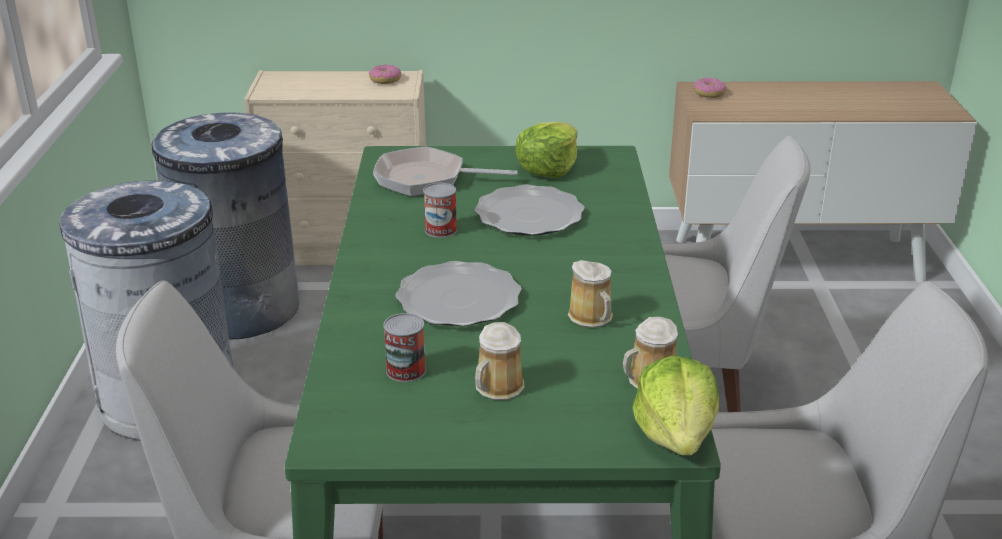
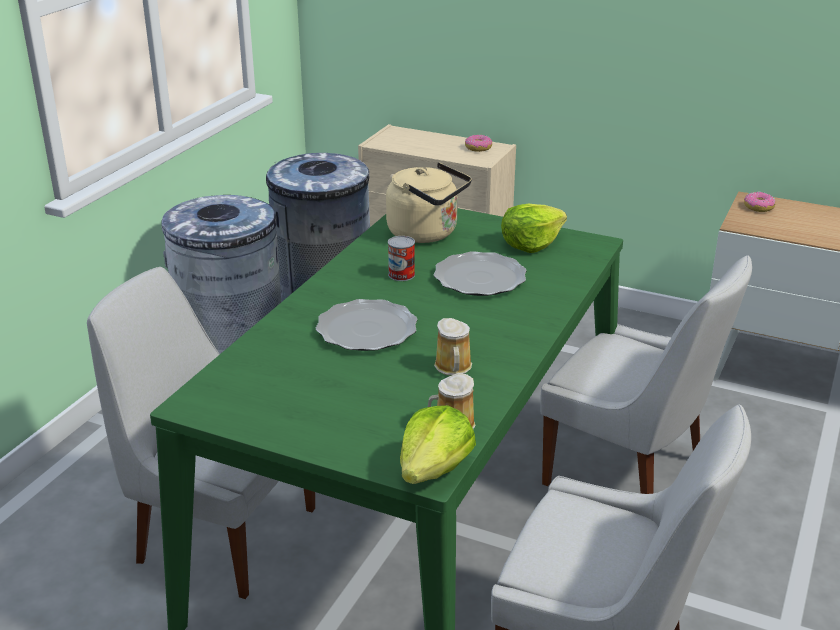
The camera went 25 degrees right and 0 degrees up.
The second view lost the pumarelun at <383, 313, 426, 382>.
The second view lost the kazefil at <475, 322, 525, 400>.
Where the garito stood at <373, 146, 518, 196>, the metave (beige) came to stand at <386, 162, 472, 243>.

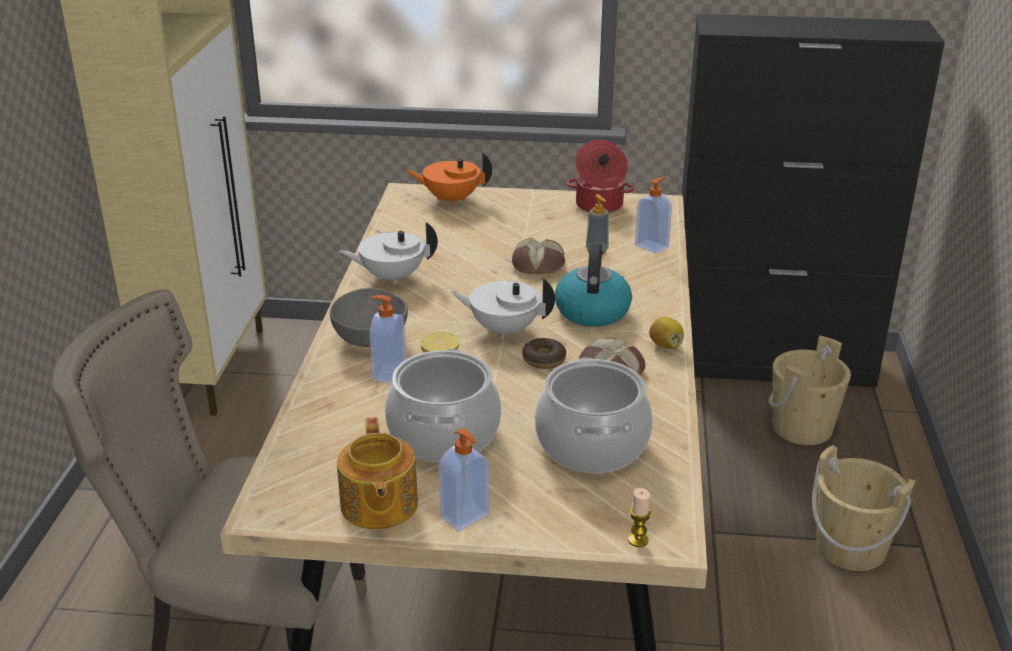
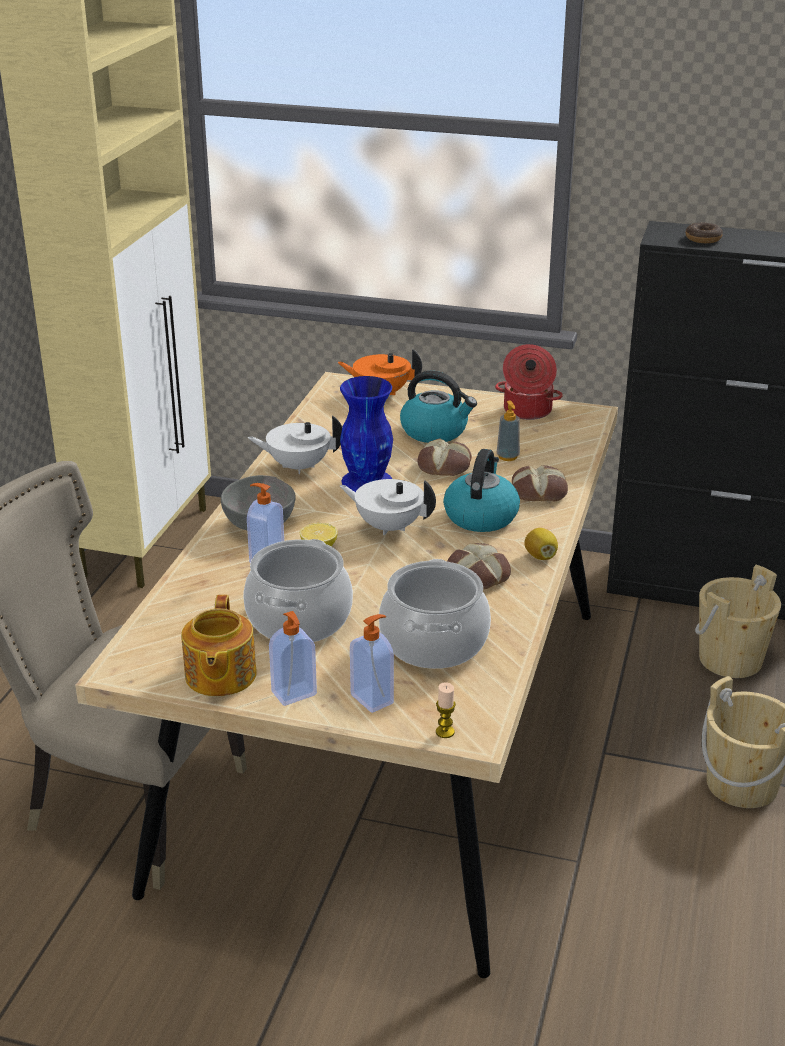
The camera went 10 degrees right and 0 degrees up.
The second view gained the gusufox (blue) at <340, 376, 393, 492>.
The second view gained the metave at <400, 371, 477, 443>.
The second view gained the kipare at <512, 465, 568, 502>.
The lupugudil ended up elsewhere, having gone from <522, 338, 566, 369> to <686, 222, 723, 243>.
The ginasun ended up elsewhere, having gone from <635, 177, 672, 254> to <350, 614, 394, 713>.

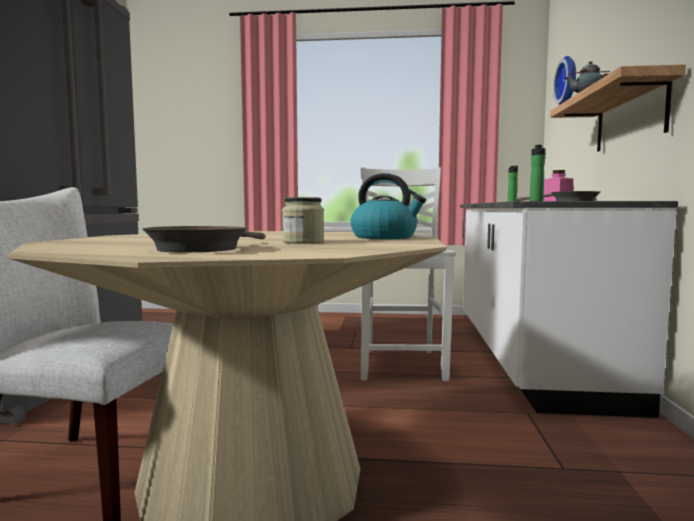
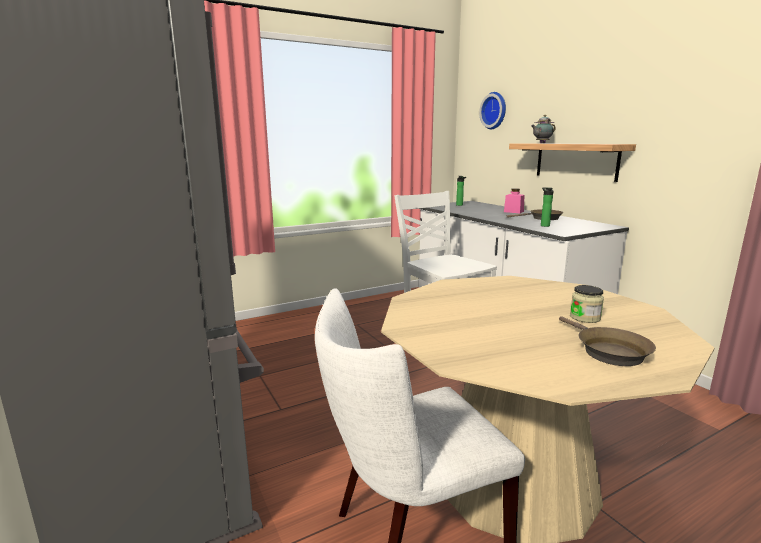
The camera went 35 degrees left and 10 degrees up.
The second view lost the metave at <350, 173, 426, 239>.

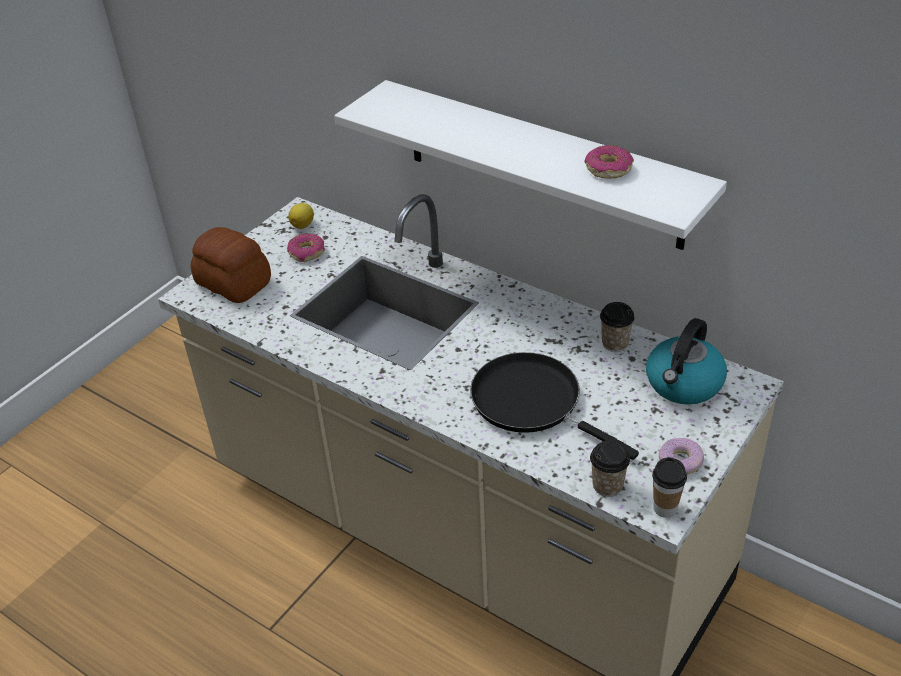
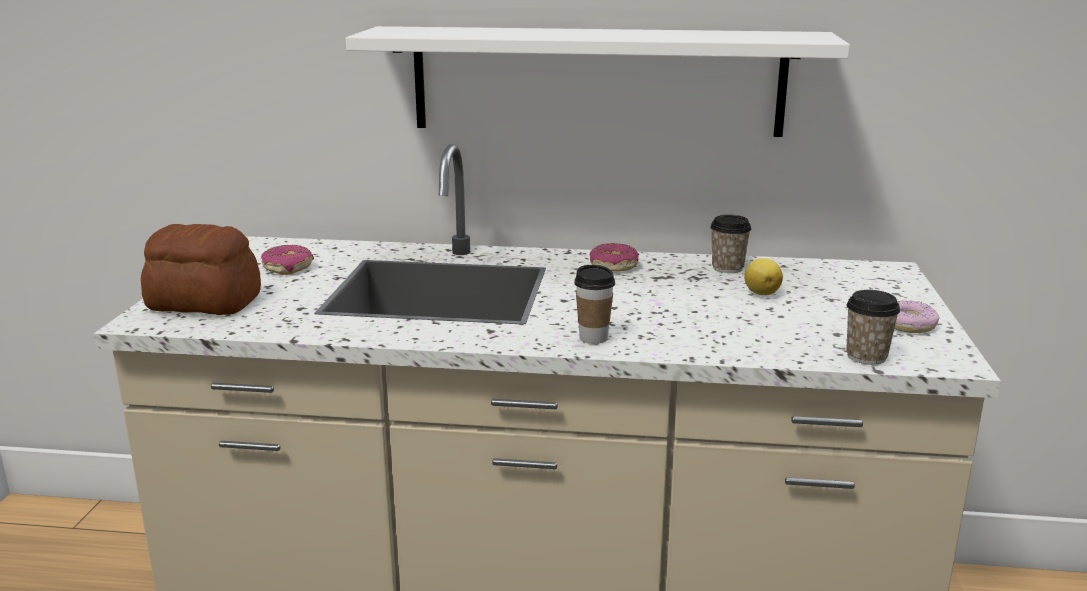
The camera went 30 degrees left and 20 degrees down.
The second view lost the garito (black) at <470, 352, 639, 460>.
The second view lost the metave at <646, 318, 727, 405>.
The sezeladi ended up elsewhere, having gone from <288, 203, 314, 229> to <744, 258, 783, 295>.
The lupugudil ended up elsewhere, having gone from <584, 145, 634, 179> to <589, 243, 639, 272>.
The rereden ended up elsewhere, having gone from <652, 457, 687, 518> to <574, 265, 615, 344>.

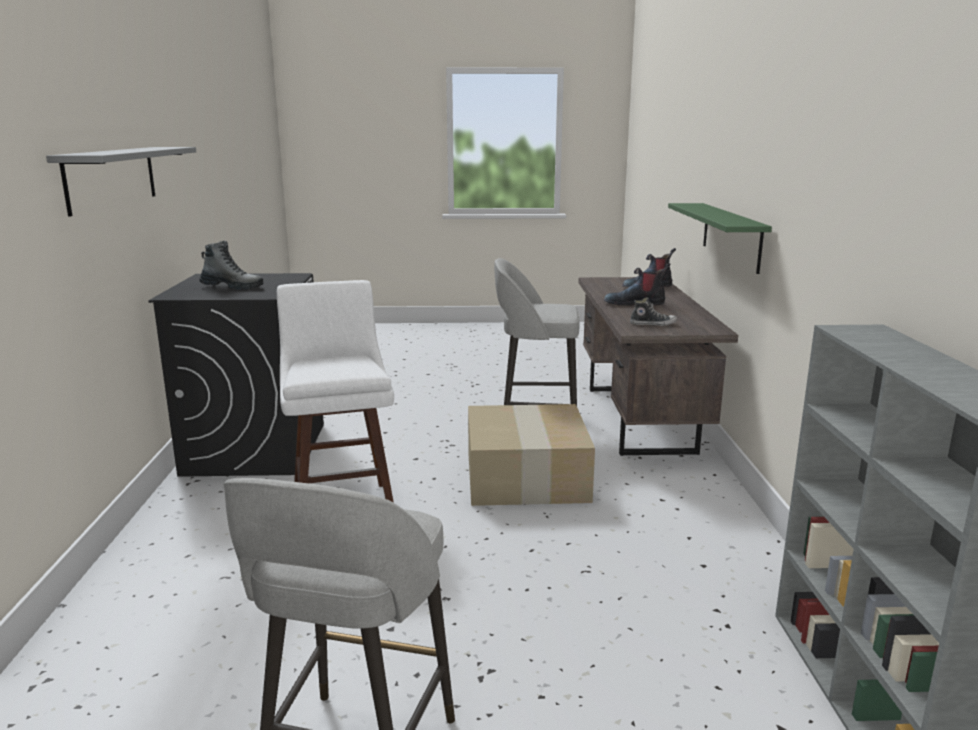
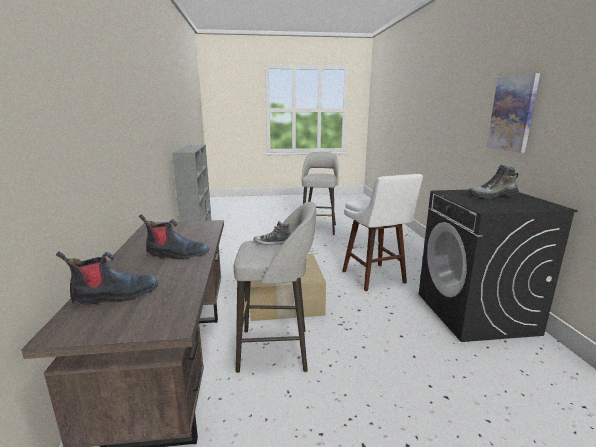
The camera went 175 degrees right and 0 degrees up.
The second view lost the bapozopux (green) at <668, 203, 772, 274>.
The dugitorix ended up elsewhere, having gone from <630, 297, 678, 326> to <253, 221, 291, 246>.
Where the bapozopux (grey) hung at <46, 147, 196, 217>, the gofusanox came to hang at <487, 73, 540, 153>.

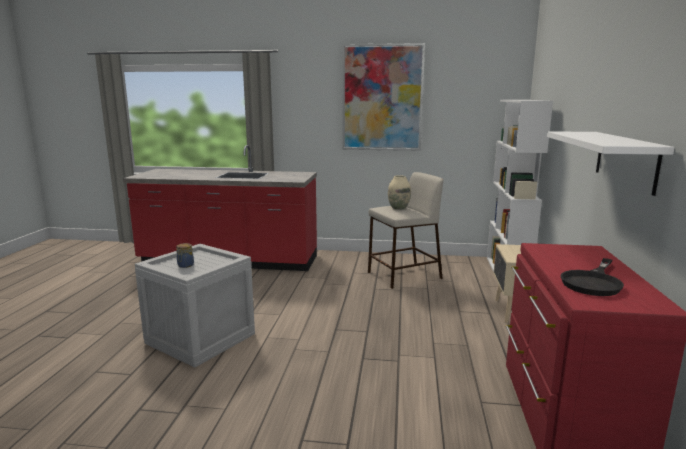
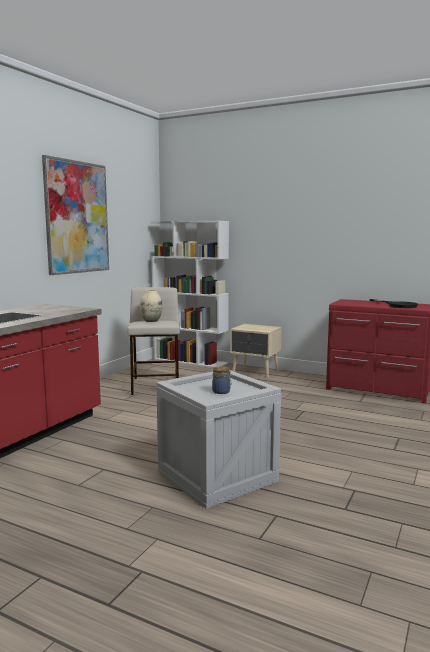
The camera went 70 degrees left and 5 degrees down.
The second view lost the bapozopux (white) at <547, 131, 674, 196>.

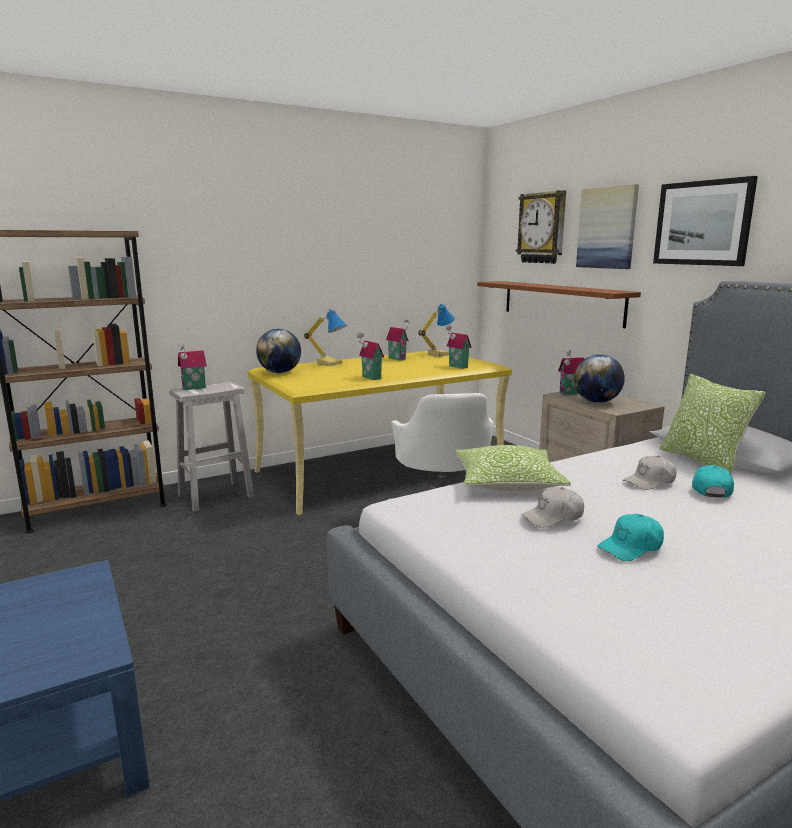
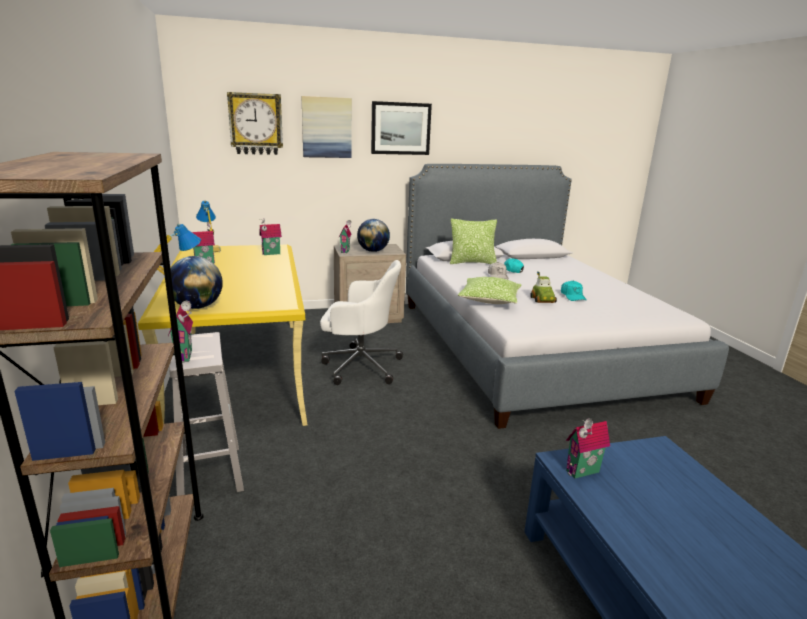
The camera went 75 degrees left and 5 degrees up.
The second view lost the bapozopux (brown) at <477, 281, 641, 328>.
The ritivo ended up elsewhere, having gone from <357, 332, 384, 380> to <566, 418, 610, 479>.
Where the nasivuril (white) stood at <521, 487, 584, 528>, the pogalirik came to stand at <530, 271, 557, 303>.

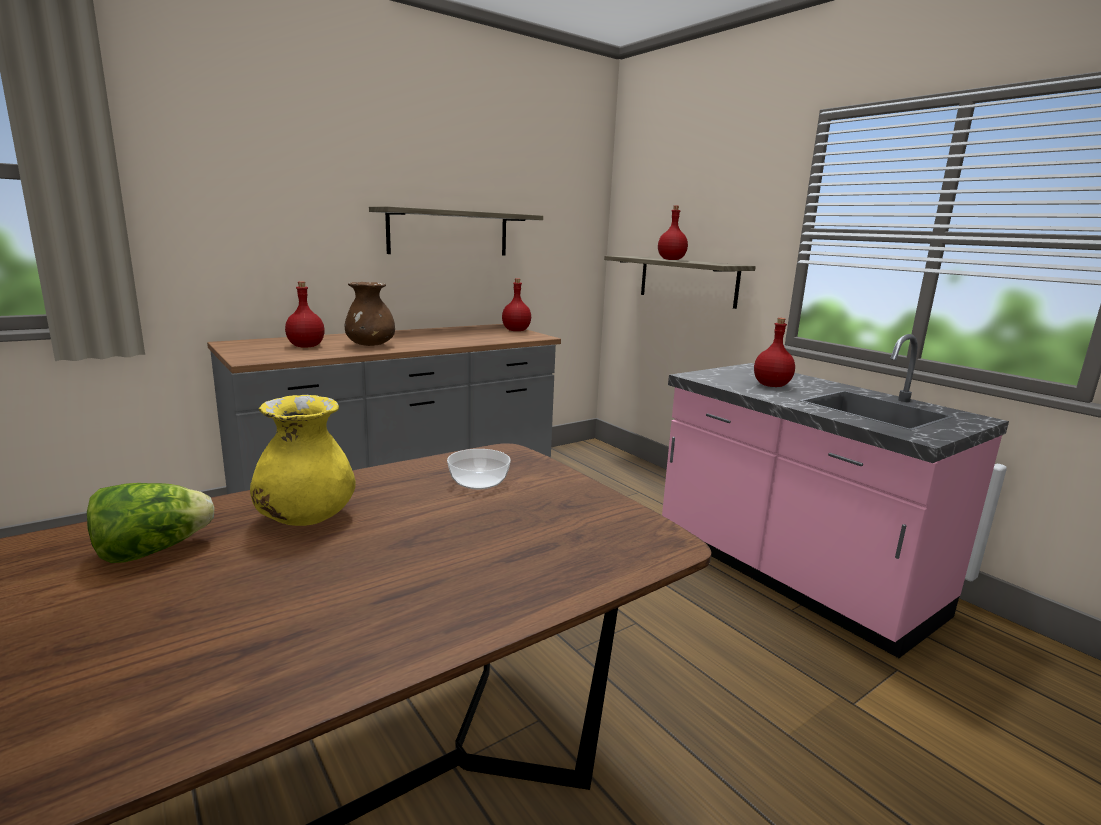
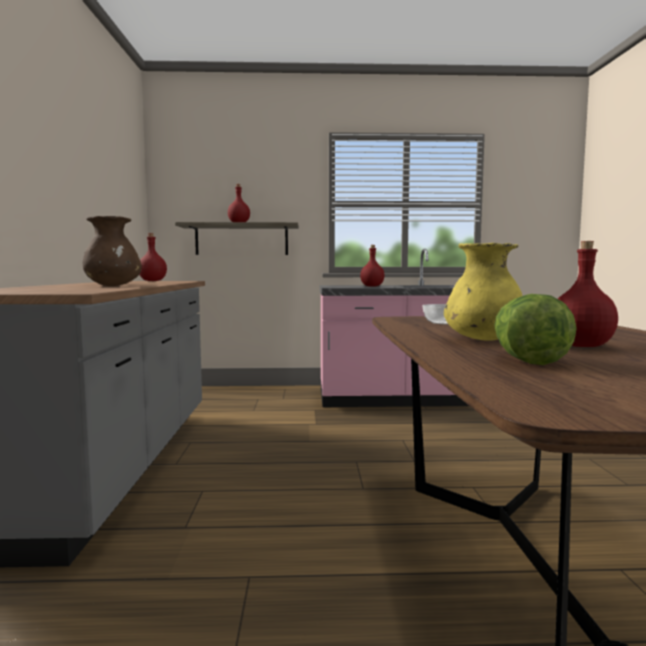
The camera went 55 degrees left and 10 degrees down.
The second view lost the bapozopux at <369, 206, 543, 256>.
The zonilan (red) ended up elsewhere, having gone from <285, 282, 325, 347> to <558, 241, 618, 347>.

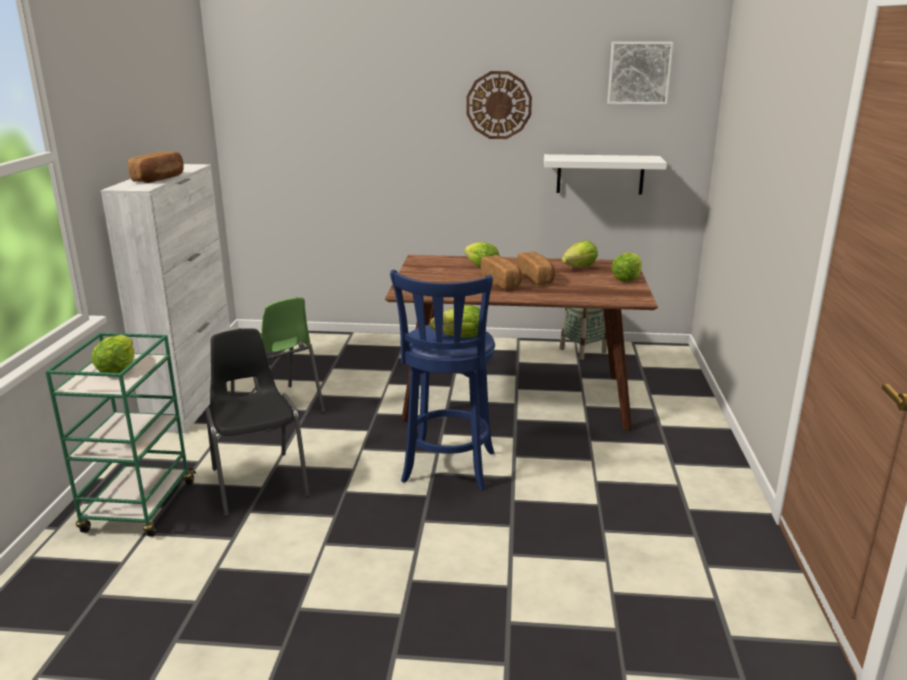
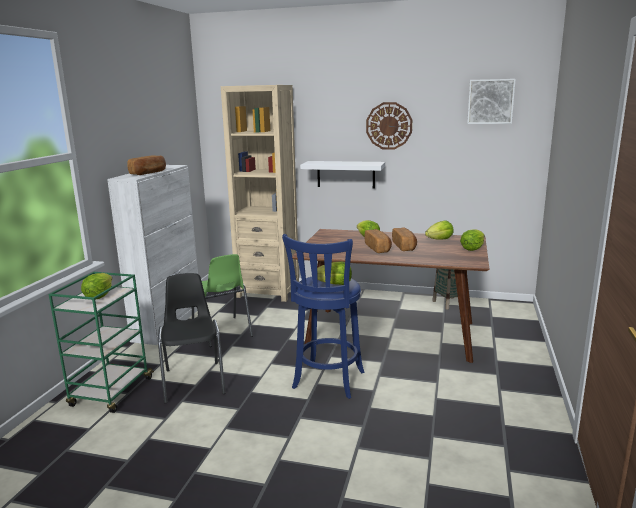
The camera went 10 degrees right and 5 degrees down.
The second view gained the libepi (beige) at <221, 85, 299, 302>.
The bapozopux (white) ended up elsewhere, having gone from <544, 154, 667, 195> to <300, 161, 385, 189>.

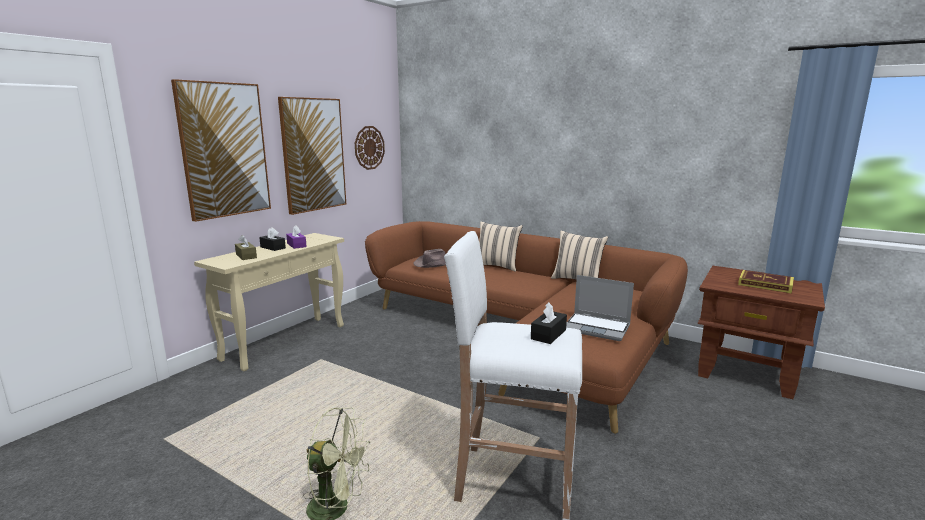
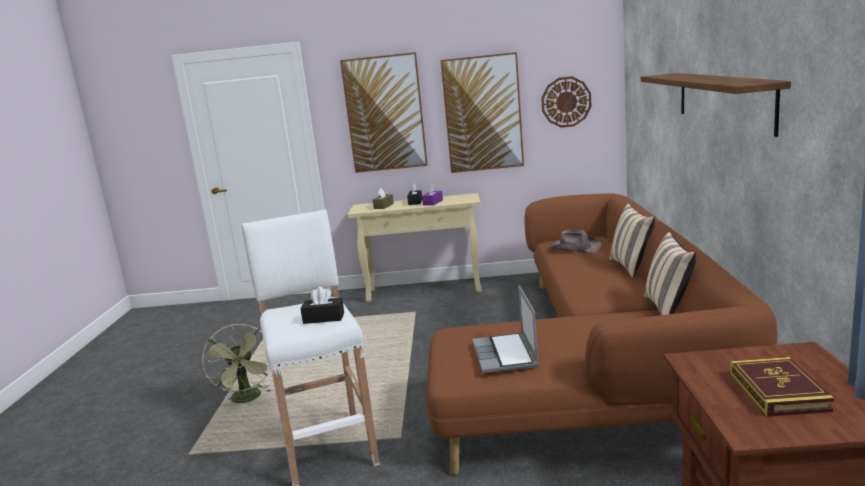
The camera went 60 degrees right and 0 degrees up.
The second view gained the bapozopux at <641, 73, 791, 137>.

